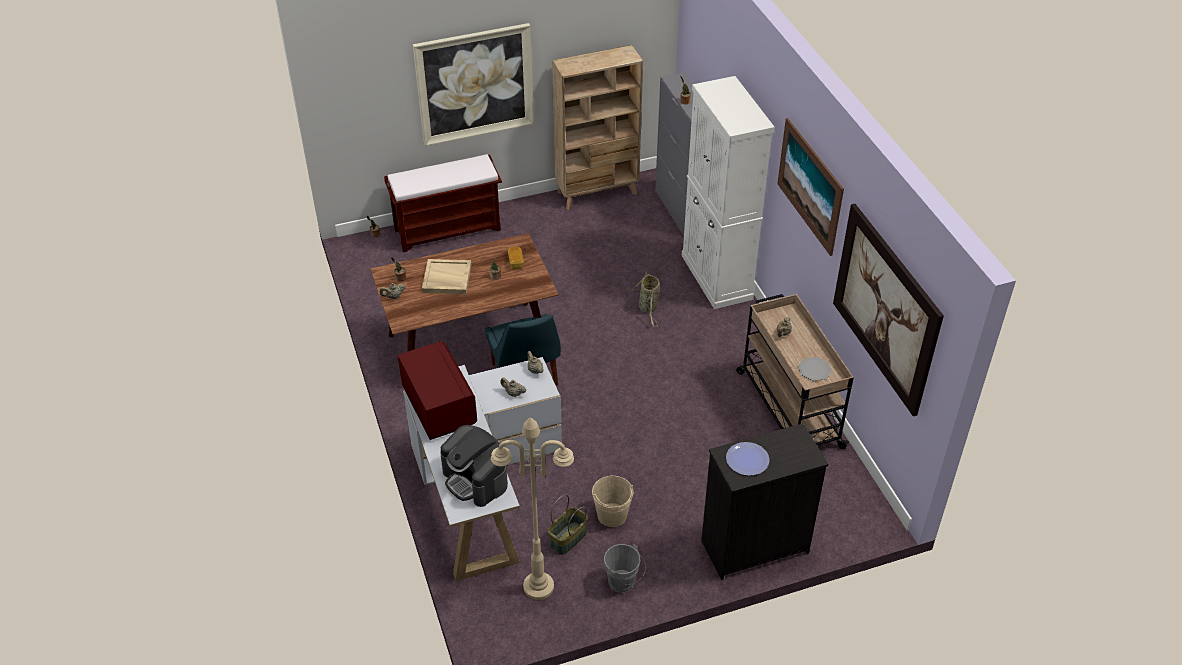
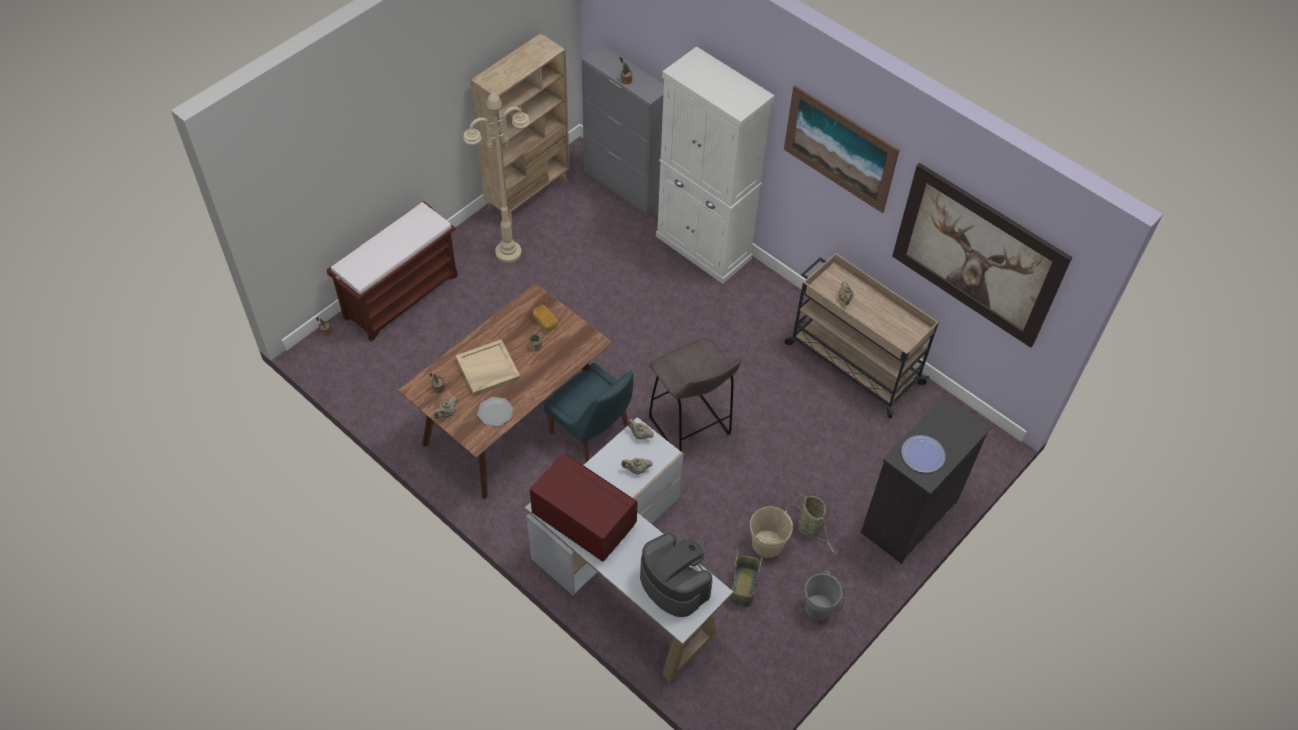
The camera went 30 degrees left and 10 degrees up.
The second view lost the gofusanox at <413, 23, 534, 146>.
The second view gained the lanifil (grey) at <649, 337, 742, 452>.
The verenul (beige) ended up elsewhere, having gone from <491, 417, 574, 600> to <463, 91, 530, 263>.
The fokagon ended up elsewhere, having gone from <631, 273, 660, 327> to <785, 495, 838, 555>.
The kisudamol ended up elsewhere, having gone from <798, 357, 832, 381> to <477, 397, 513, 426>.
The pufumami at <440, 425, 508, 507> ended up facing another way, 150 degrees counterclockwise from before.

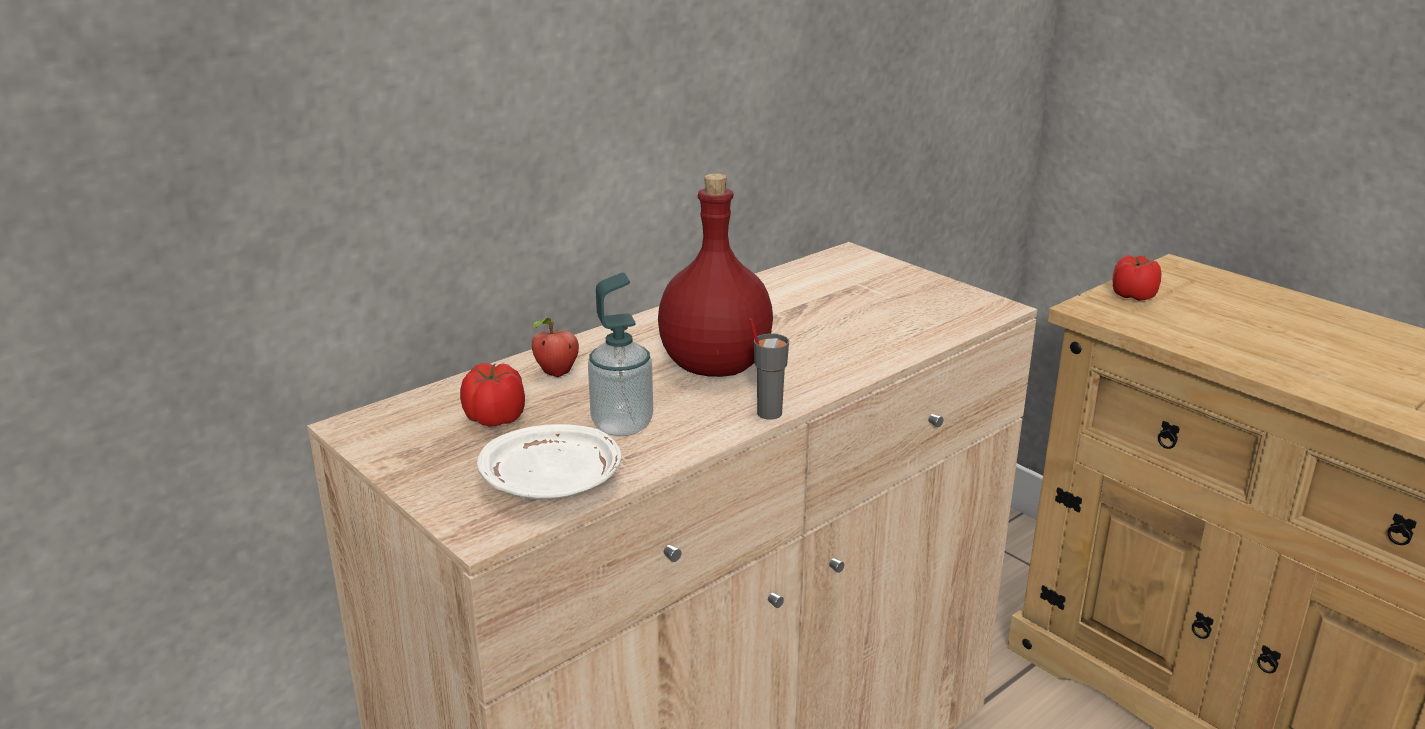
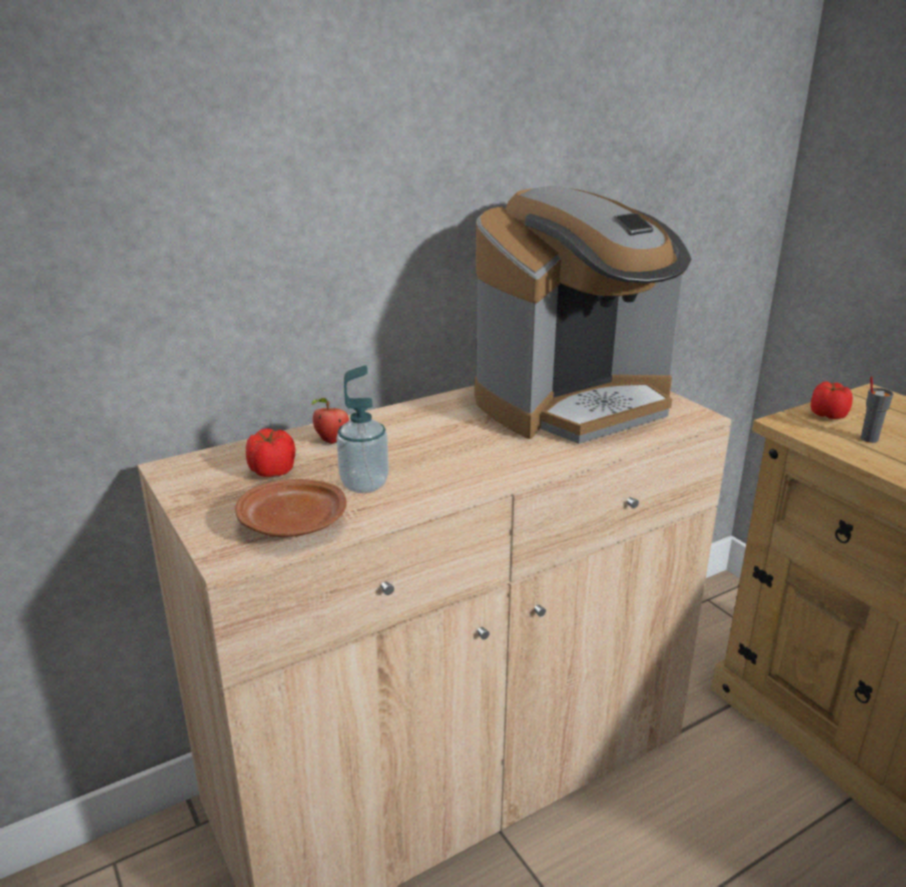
The camera went 10 degrees right and 0 degrees up.
The second view lost the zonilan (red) at <658, 173, 773, 377>.
The second view gained the pufumami at <475, 186, 691, 444>.
The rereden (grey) ended up elsewhere, having gone from <749, 318, 789, 420> to <861, 376, 893, 443>.
What was the kisudamol (white) at <477, 424, 621, 500> turned into the kisudamol (brown) at <235, 479, 347, 537>.

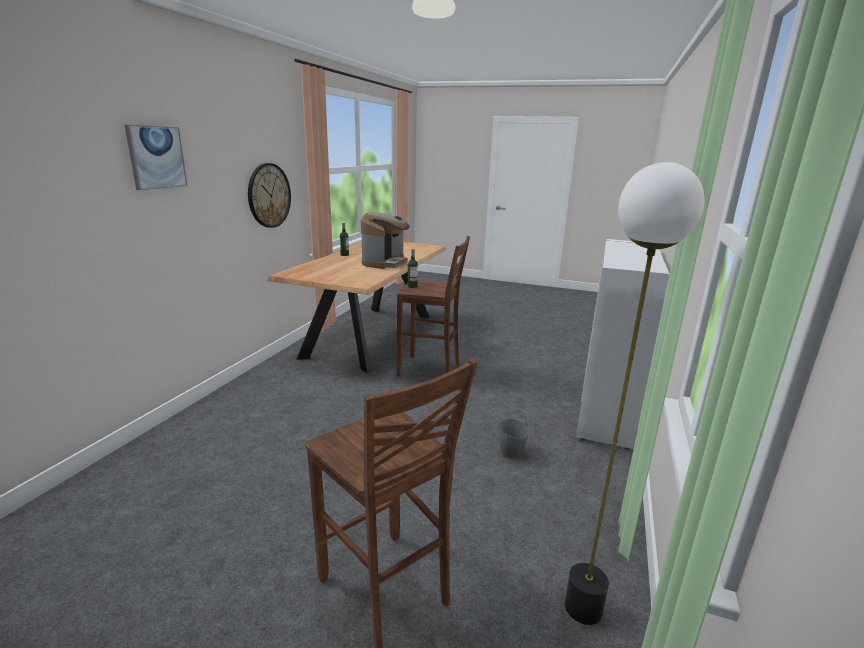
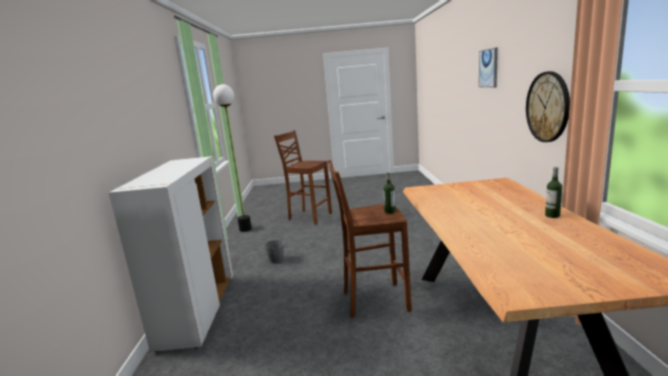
The camera went 160 degrees right and 5 degrees down.
The second view lost the pufumami at <361, 212, 410, 269>.

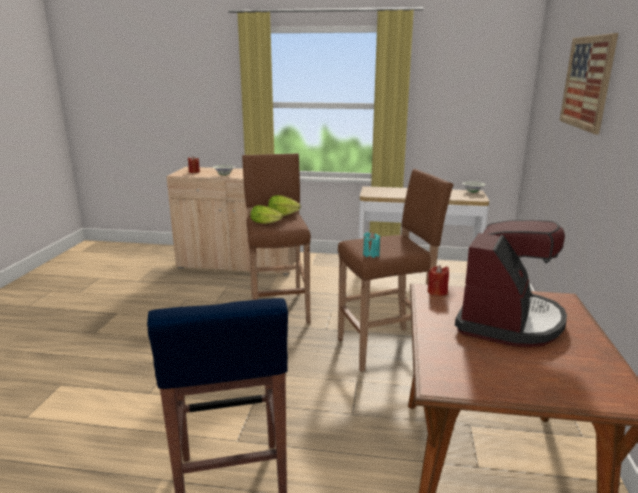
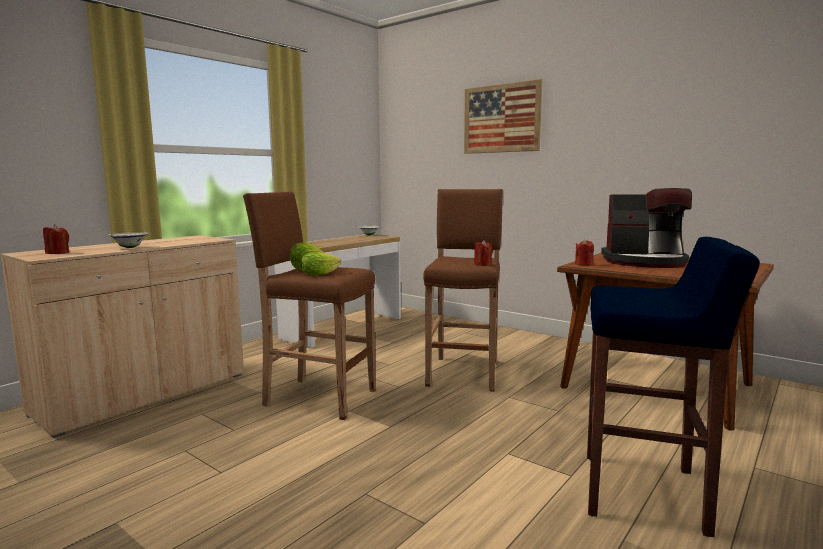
The camera went 60 degrees left and 10 degrees down.
What was the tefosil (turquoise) at <363, 232, 380, 258> turned into the tefosil (red) at <474, 240, 493, 266>.
The pufumami at <455, 220, 567, 347> ended up facing another way, 135 degrees clockwise from before.

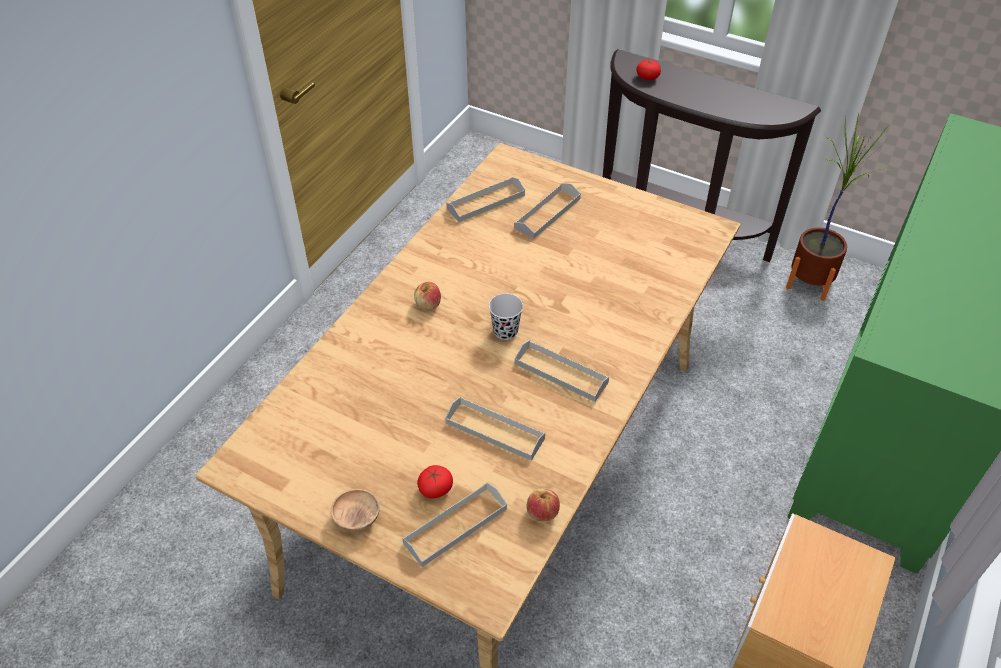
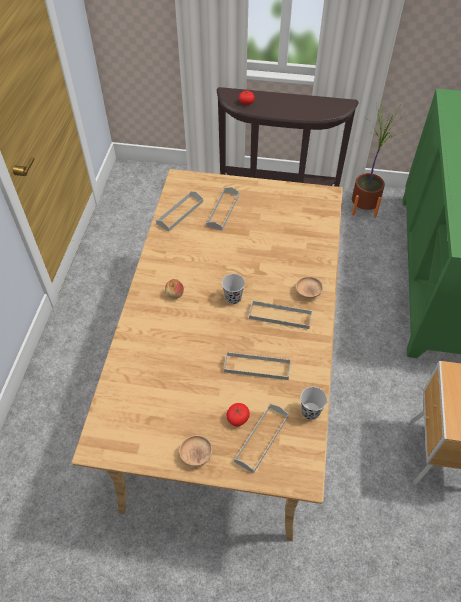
The camera went 20 degrees left and 5 degrees up.
The second view gained the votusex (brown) at <296, 276, 323, 298>.
Where the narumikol stood at <527, 489, 560, 522>, the rereden (black) came to stand at <300, 387, 327, 420>.

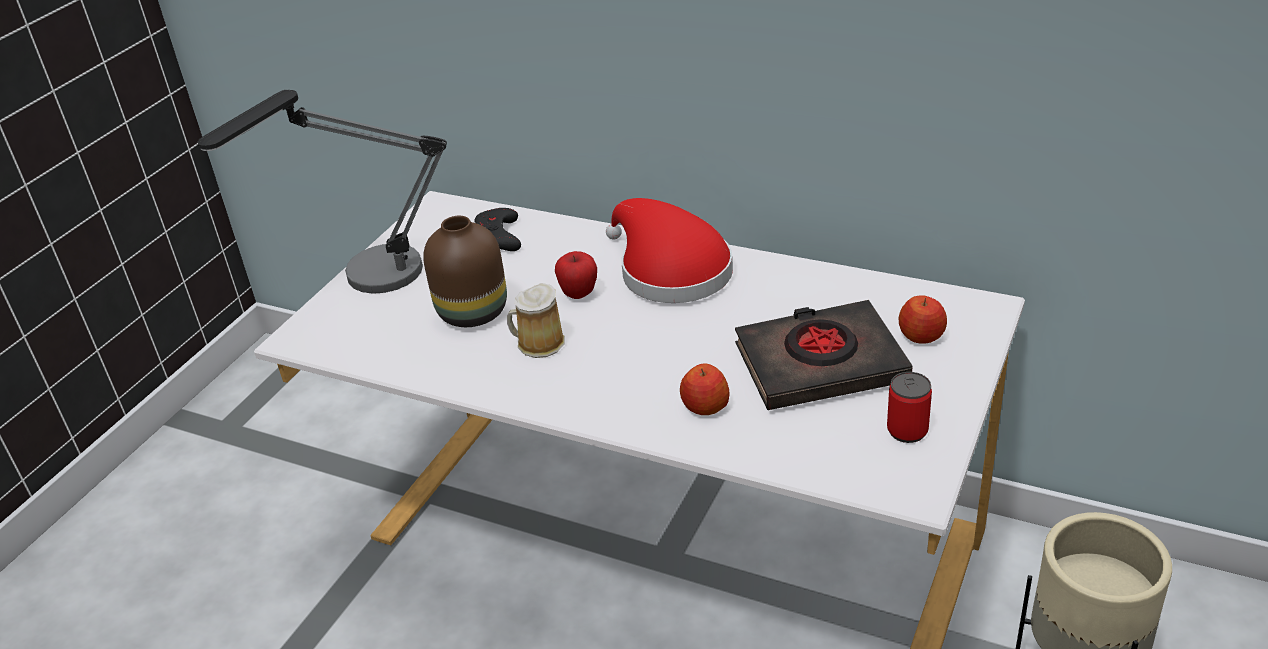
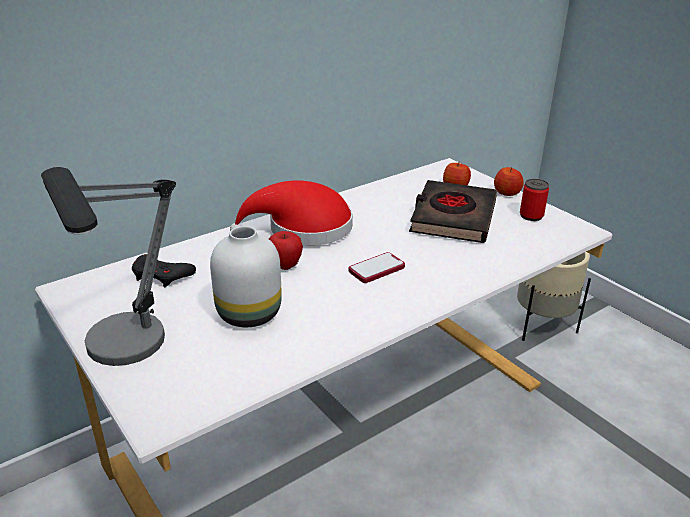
The camera went 65 degrees left and 5 degrees down.
The second view lost the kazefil at <507, 283, 565, 358>.
The second view gained the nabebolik at <349, 252, 405, 283>.
The narumikol ended up elsewhere, having gone from <680, 364, 730, 415> to <494, 167, 524, 196>.
What was the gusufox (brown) at <423, 216, 507, 327> turned into the gusufox (white) at <210, 226, 282, 327>.

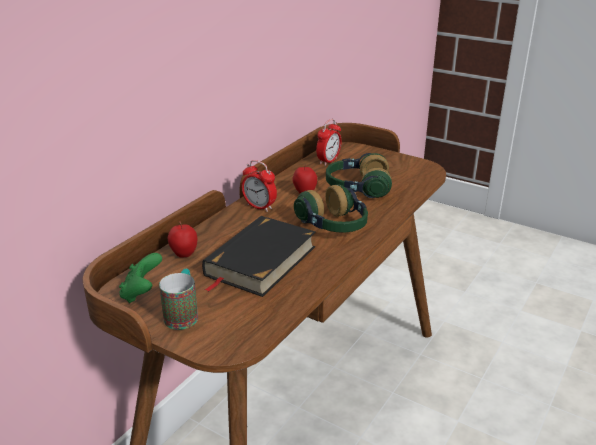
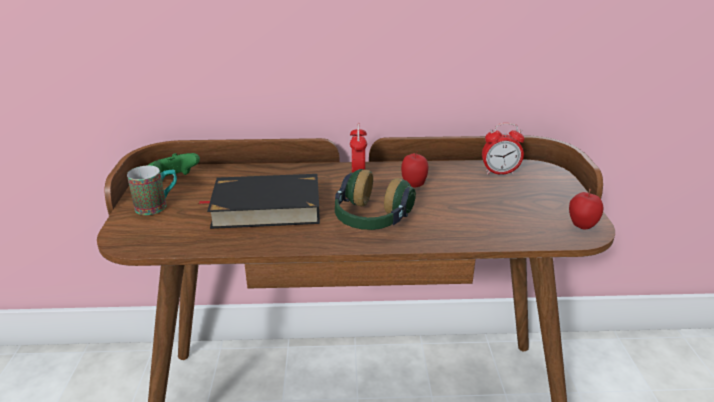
The camera went 55 degrees right and 0 degrees up.
The second view lost the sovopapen at <326, 153, 392, 198>.
The narumikol ended up elsewhere, having gone from <168, 221, 197, 257> to <569, 189, 603, 230>.

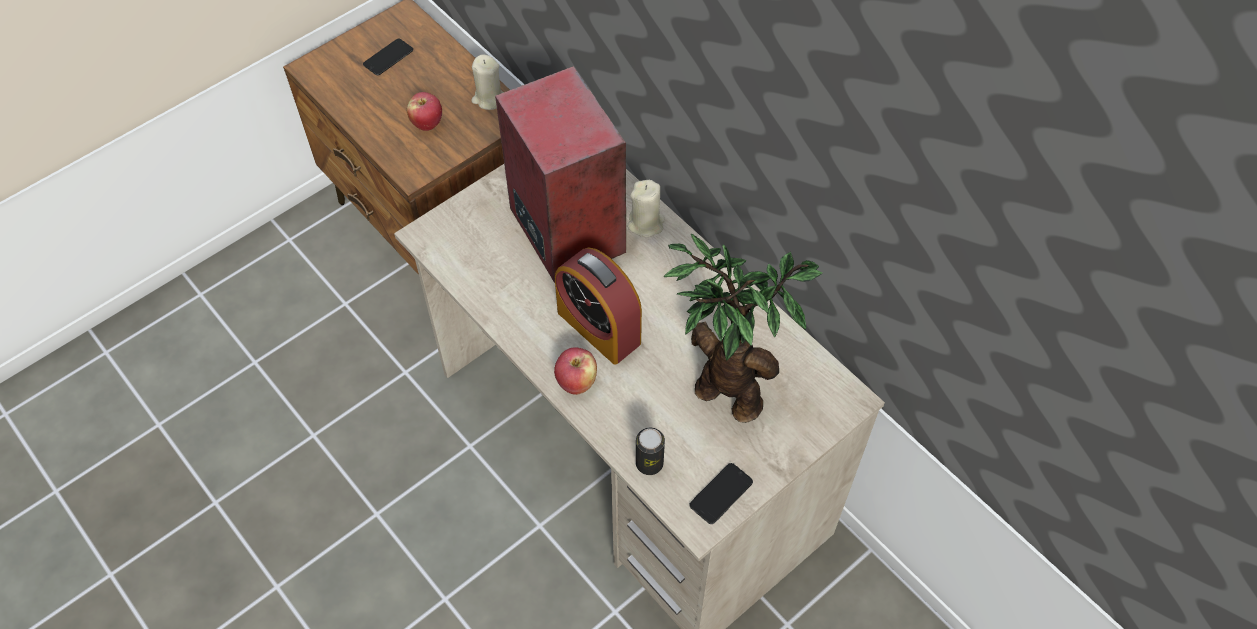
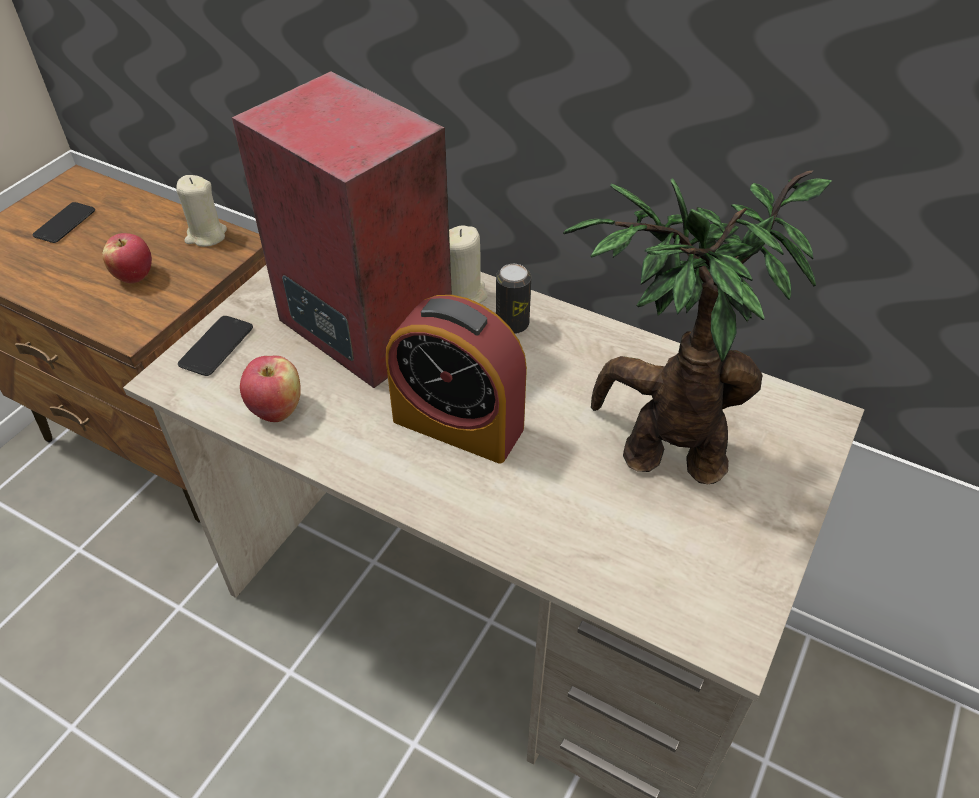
The camera went 20 degrees left and 10 degrees down.
The narumikol ended up elsewhere, having gone from <554, 347, 597, 395> to <240, 356, 301, 422>.
The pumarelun ended up elsewhere, having gone from <636, 428, 665, 475> to <496, 264, 531, 334>.
The nabebolik ended up elsewhere, having gone from <689, 463, 753, 524> to <178, 316, 253, 376>.

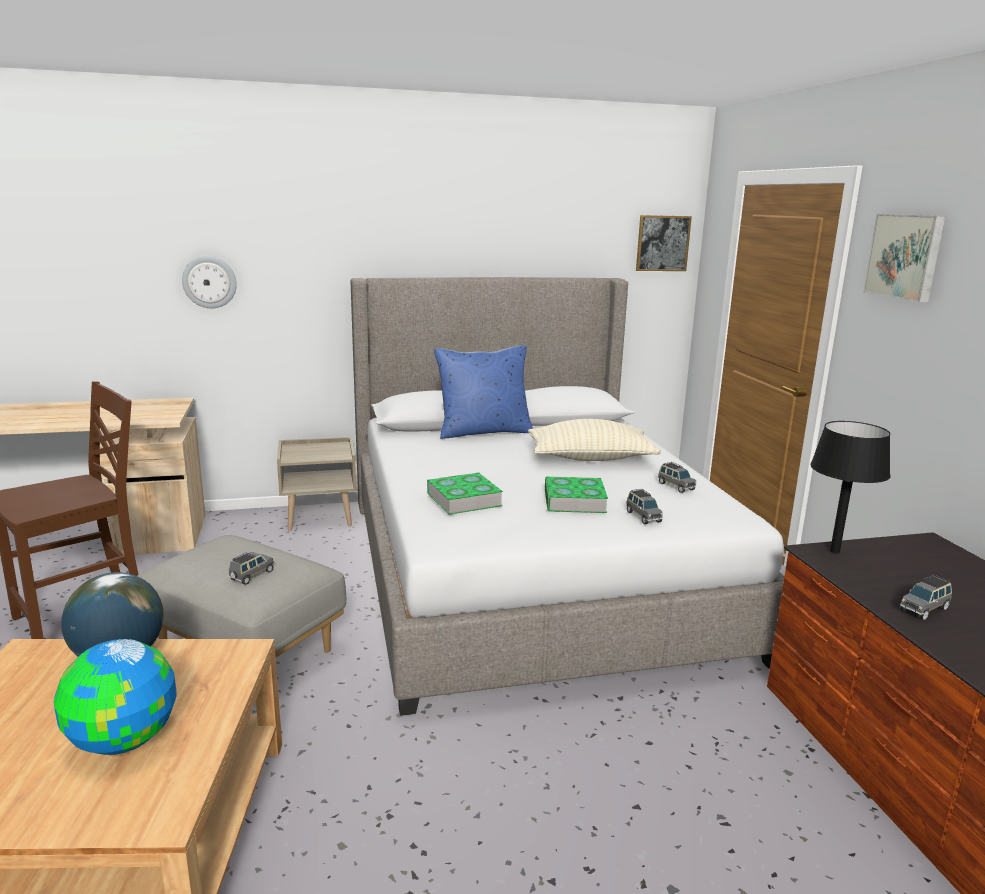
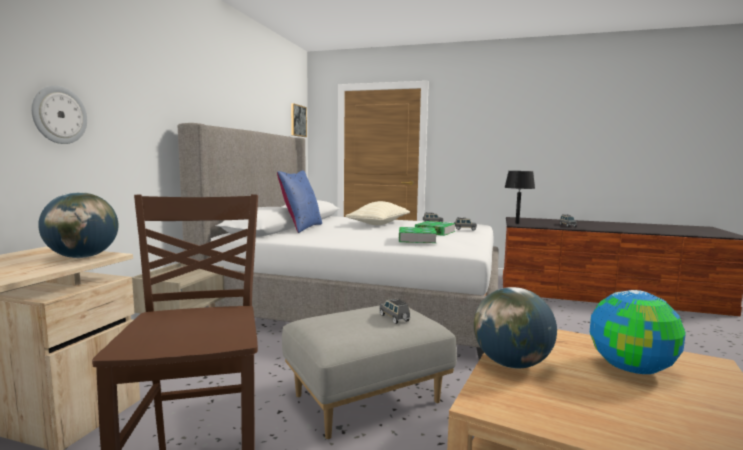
The camera went 60 degrees left and 10 degrees down.
The second view lost the gofusanox at <863, 214, 946, 302>.
The second view gained the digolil at <38, 192, 119, 258>.

